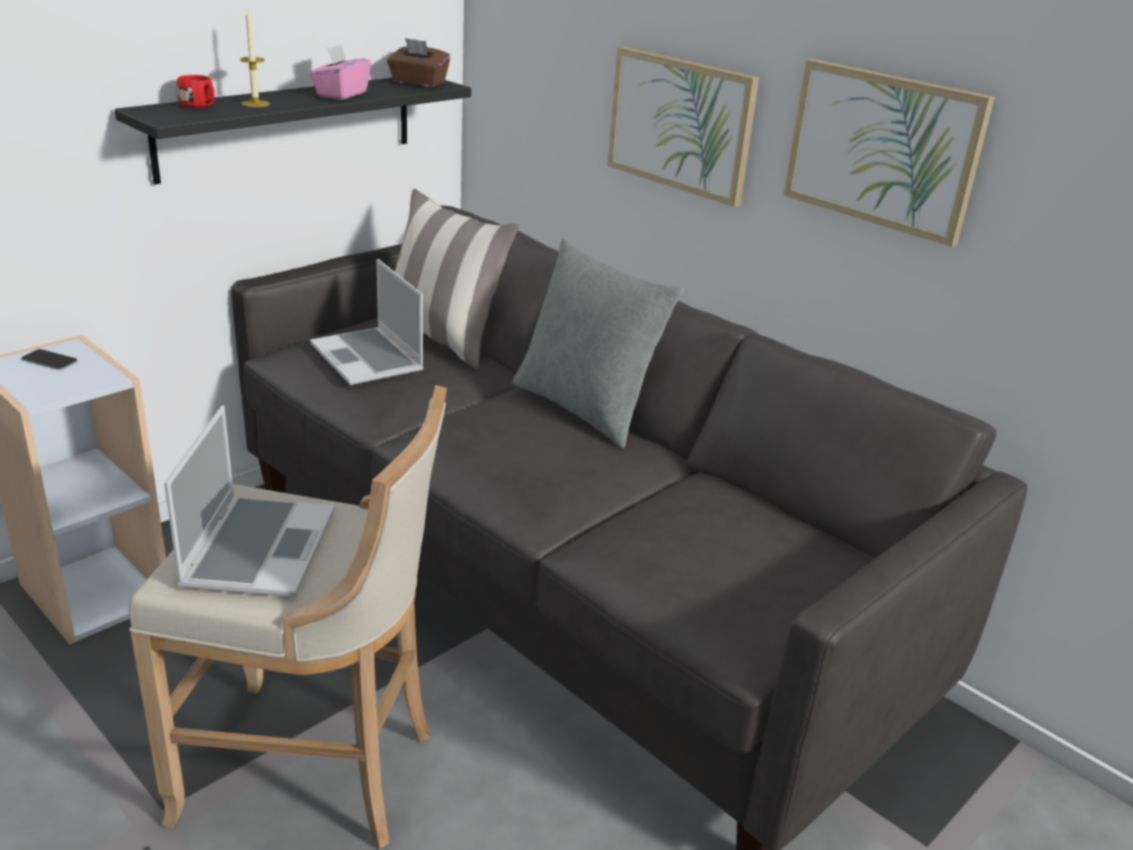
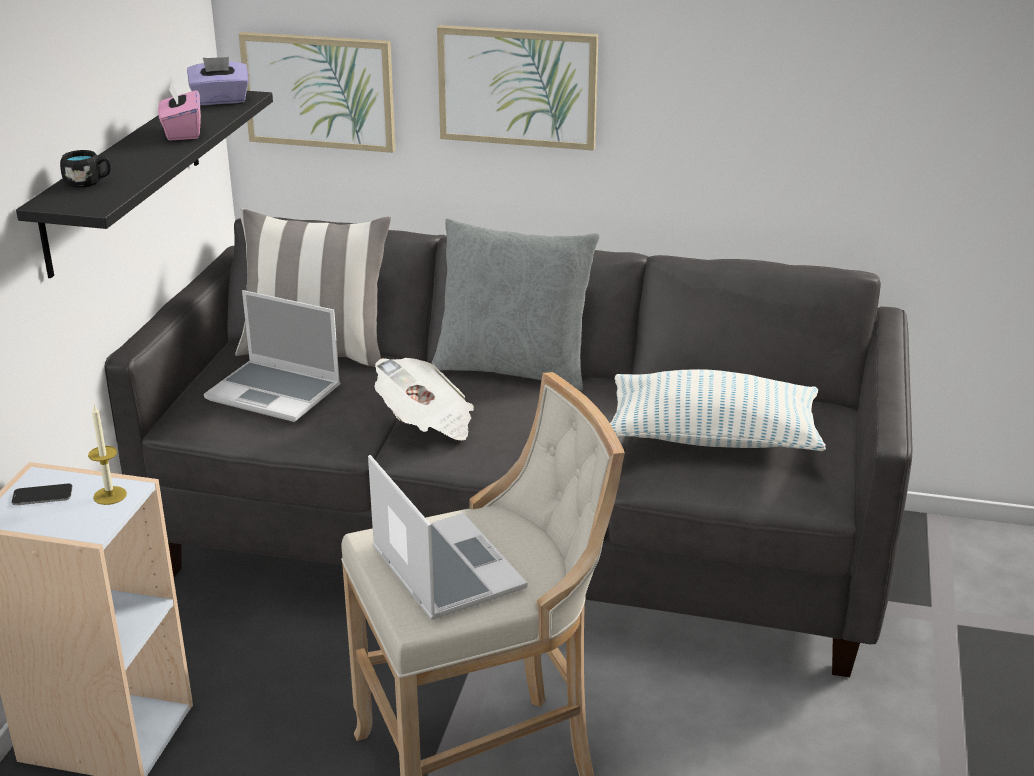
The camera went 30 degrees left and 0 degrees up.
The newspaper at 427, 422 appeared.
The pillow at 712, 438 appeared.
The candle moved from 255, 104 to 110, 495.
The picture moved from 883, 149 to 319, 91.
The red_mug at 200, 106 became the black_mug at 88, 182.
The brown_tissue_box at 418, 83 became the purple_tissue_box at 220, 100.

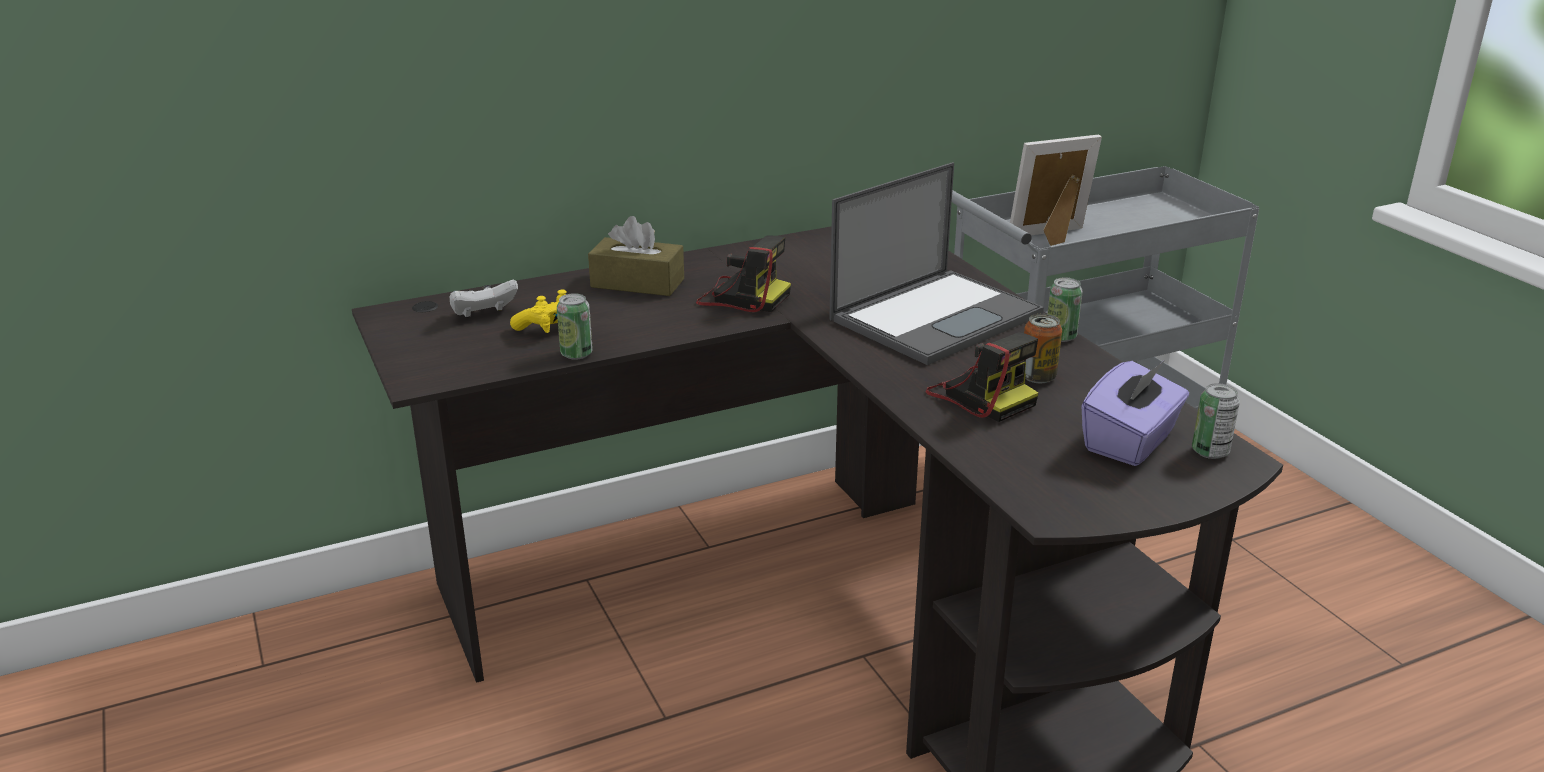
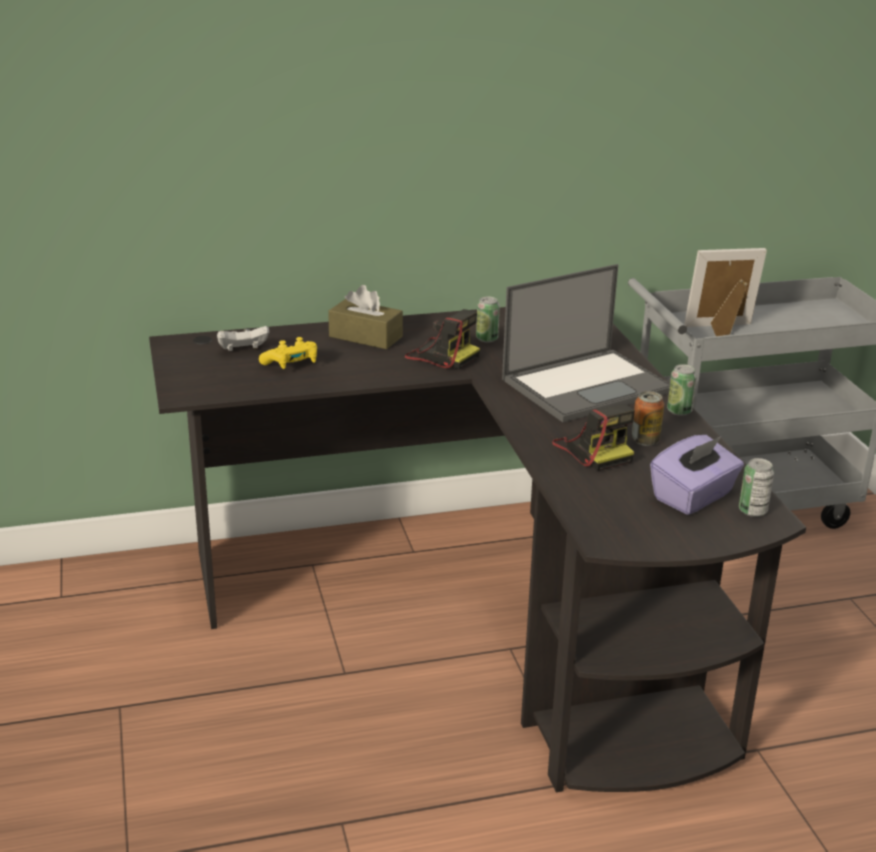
The camera went 10 degrees right and 0 degrees up.
The can moved from 576, 354 to 487, 339.

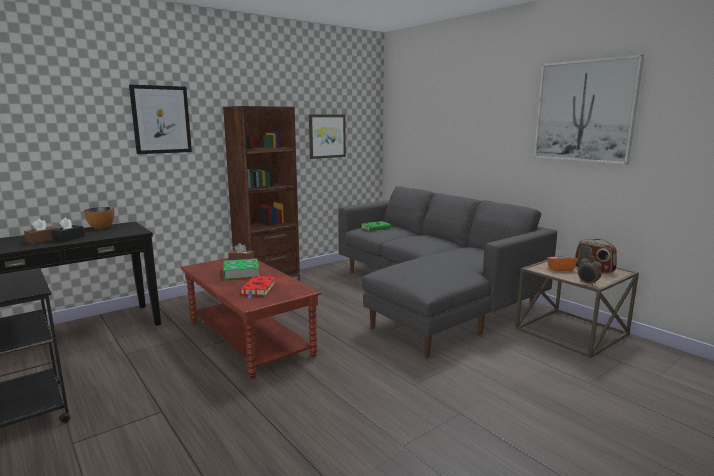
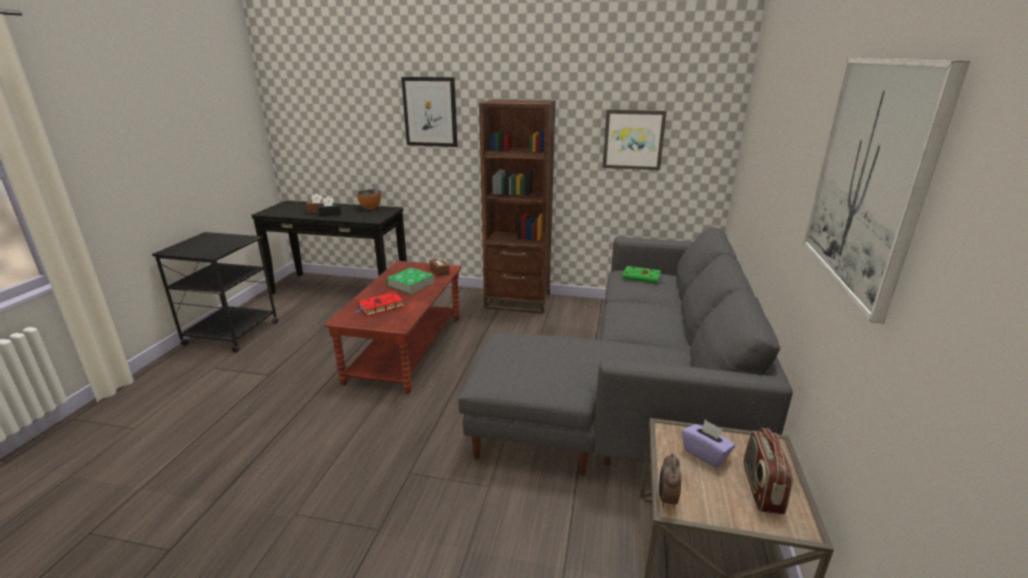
The camera went 50 degrees right and 10 degrees up.
The orange_tissue_box at 560, 269 became the purple_tissue_box at 705, 453.

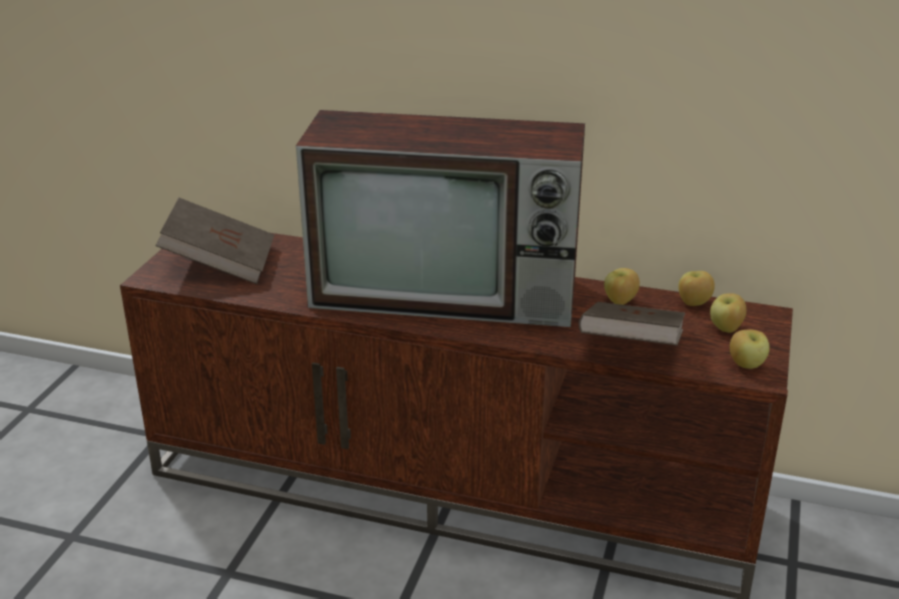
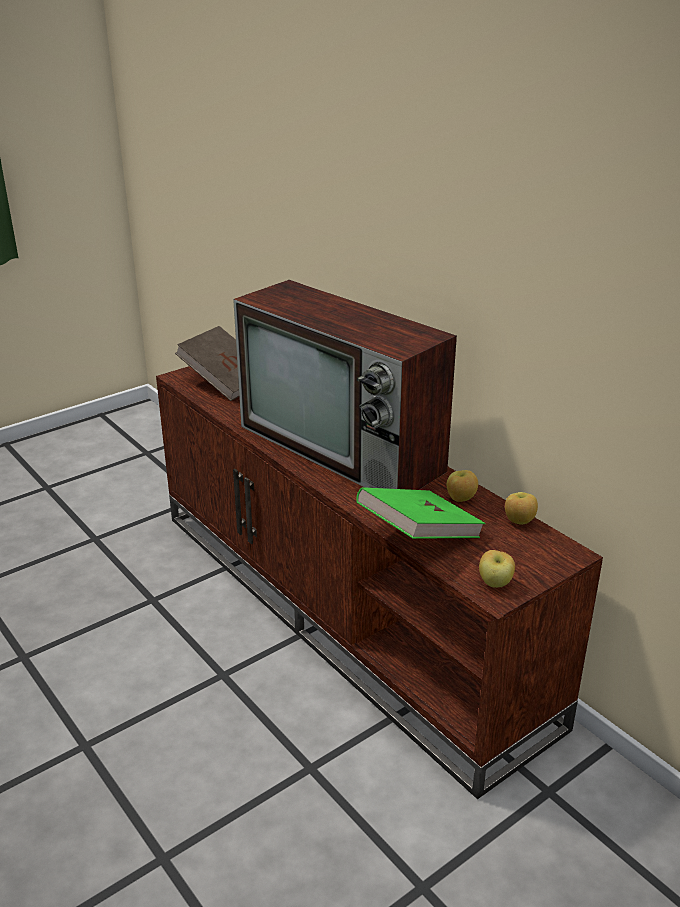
The camera went 35 degrees right and 0 degrees up.
The apple at 726, 329 disappeared.
The brown_book at 630, 349 became the green_book at 419, 536.

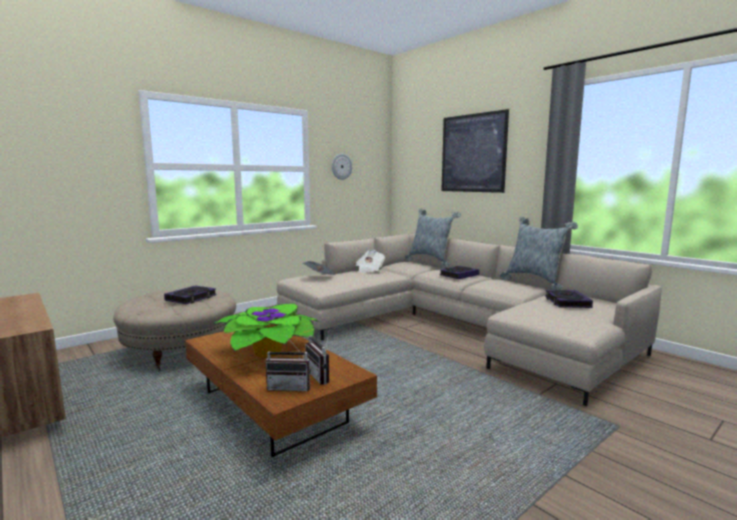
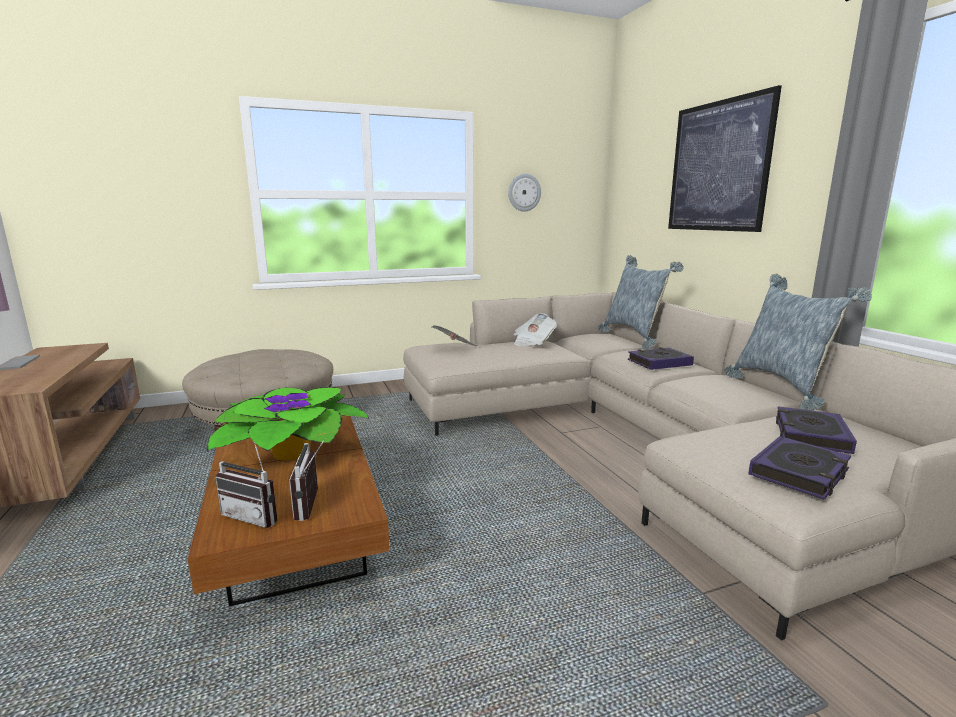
The camera went 20 degrees right and 5 degrees up.
The book moved from 191, 298 to 799, 473.

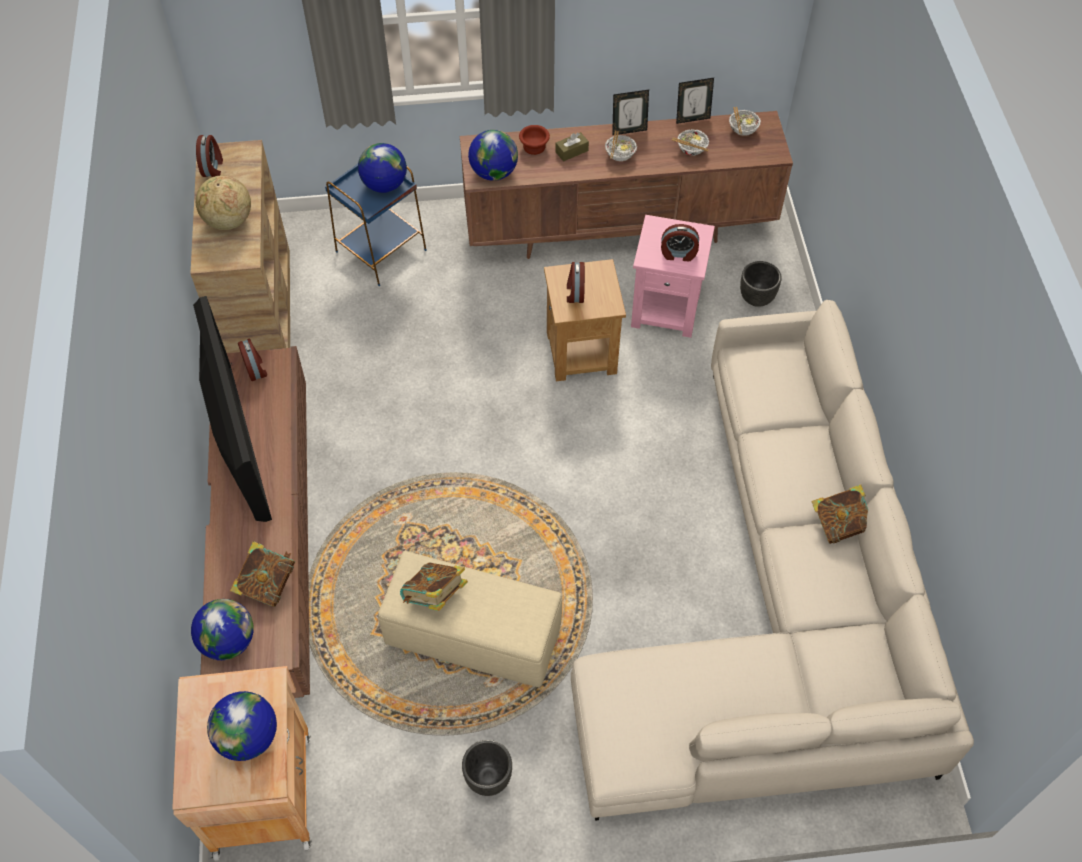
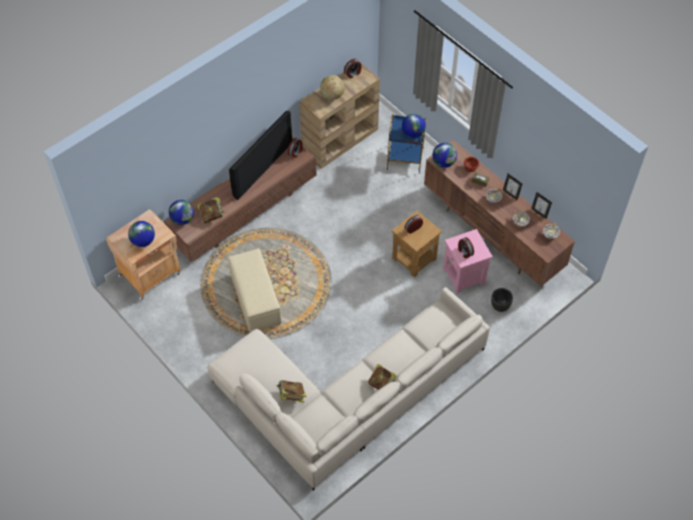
The camera went 55 degrees right and 0 degrees up.
The black_planter at 489, 778 disappeared.
The book moved from 435, 596 to 291, 396.

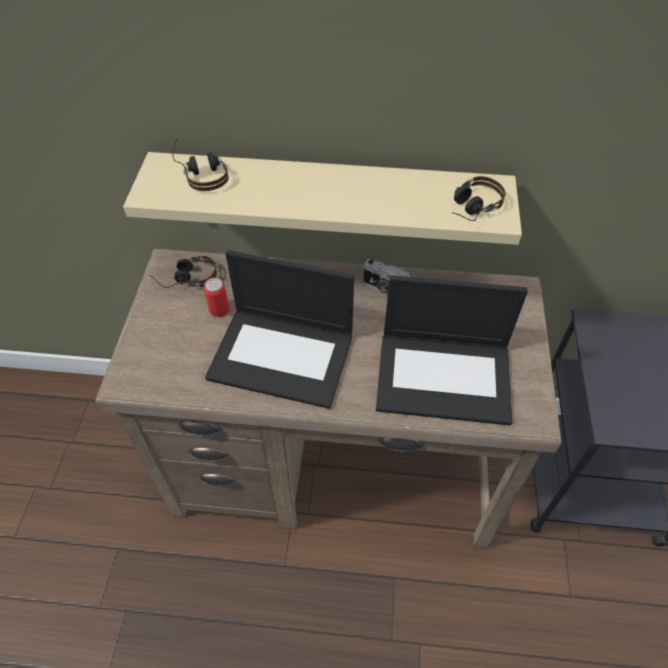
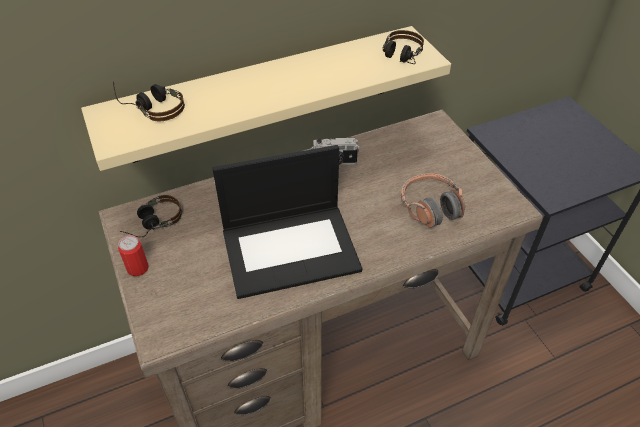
The camera went 30 degrees left and 5 degrees down.
The can moved from 219, 310 to 138, 268.
The laptop at 445, 376 was replaced by the headphones at 430, 207.

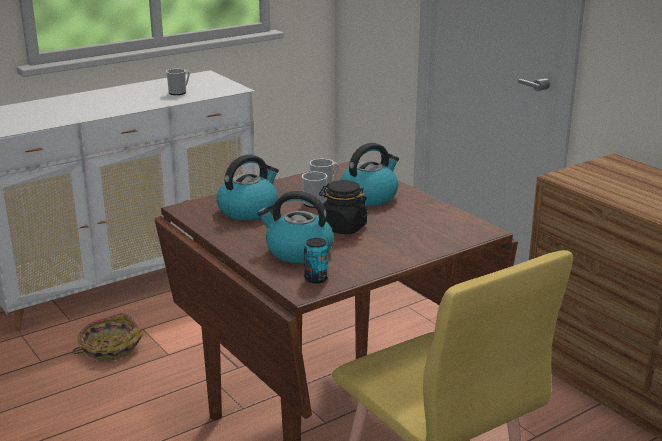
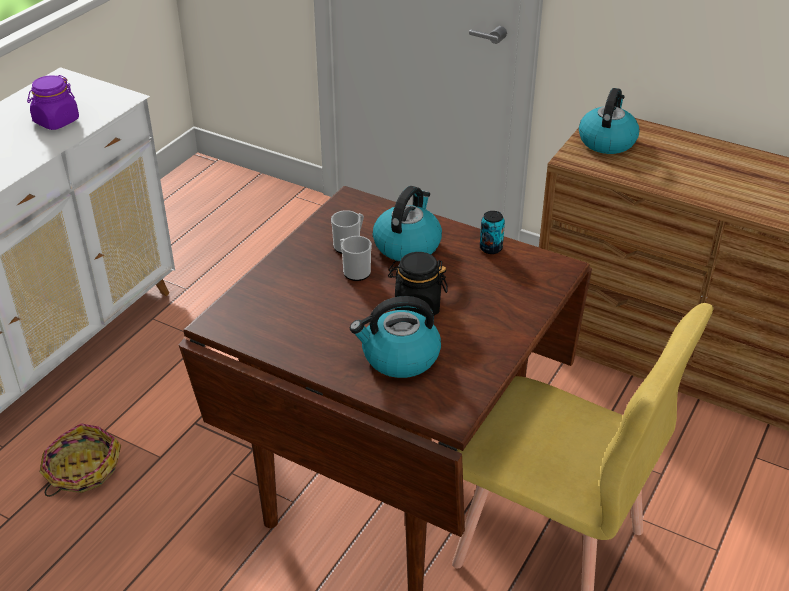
The camera went 25 degrees left and 15 degrees up.
The kettle moved from 248, 210 to 607, 141.
The can moved from 316, 279 to 491, 248.
The mug at 179, 92 was replaced by the purple_jar at 56, 121.

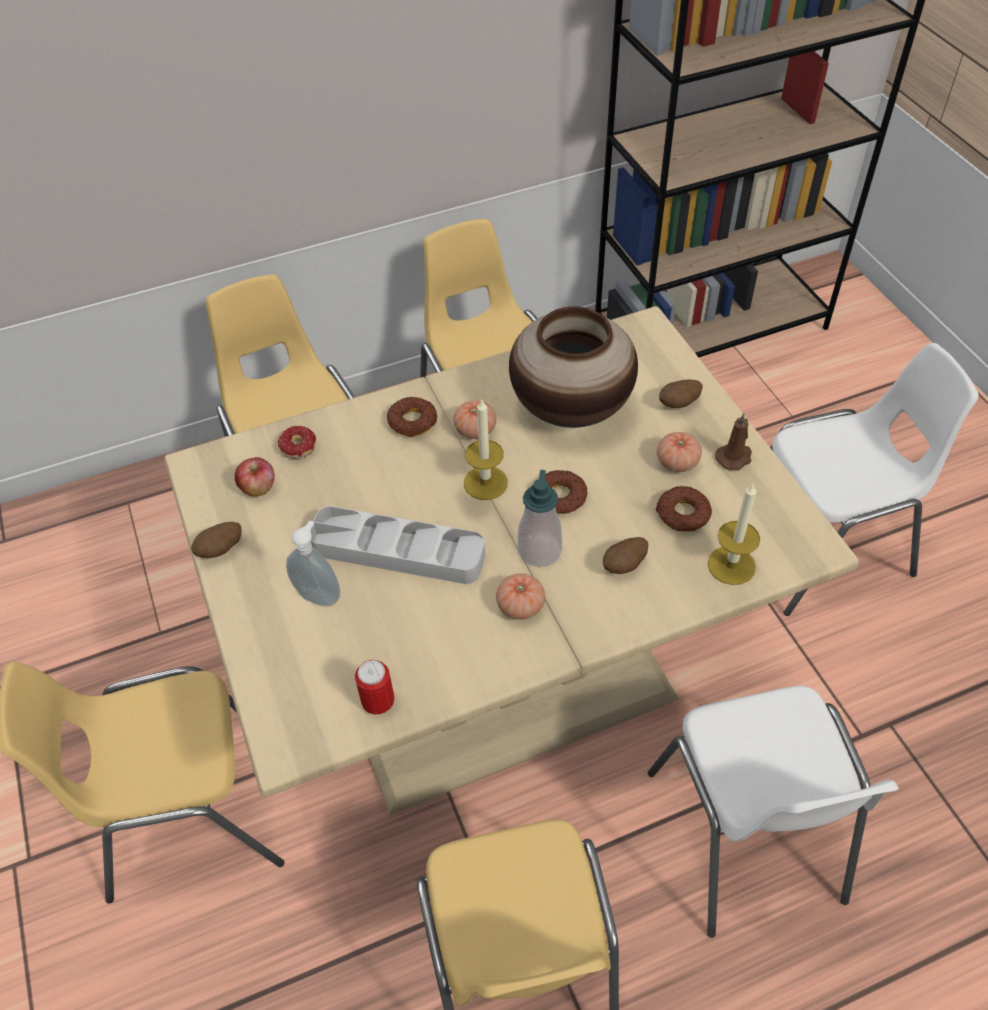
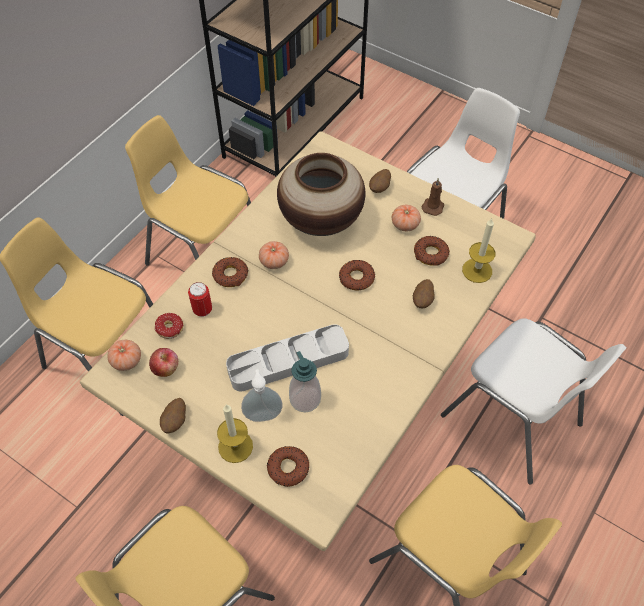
The camera went 35 degrees left and 5 degrees up.
The donut at 288, 468 appeared.
The can moved from 378, 703 to 202, 310.
The candle moved from 485, 483 to 235, 446.
The tomato moved from 520, 606 to 126, 361.
The soap_dispenser moved from 539, 550 to 305, 399.

